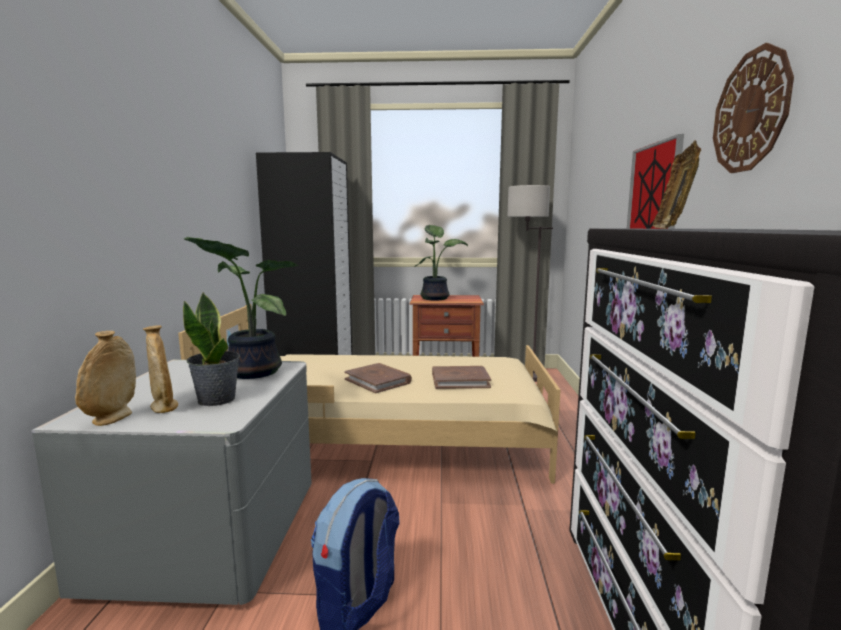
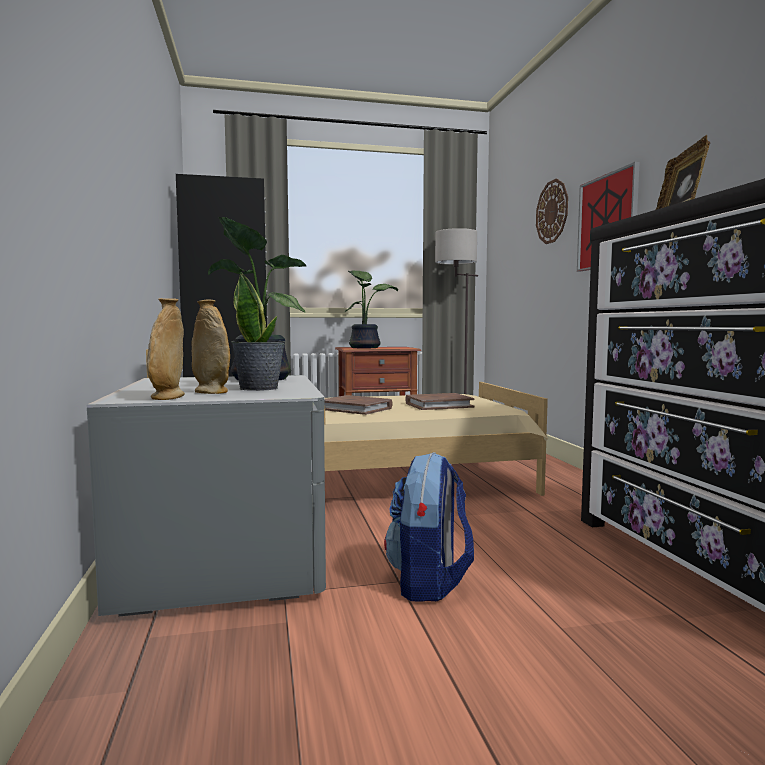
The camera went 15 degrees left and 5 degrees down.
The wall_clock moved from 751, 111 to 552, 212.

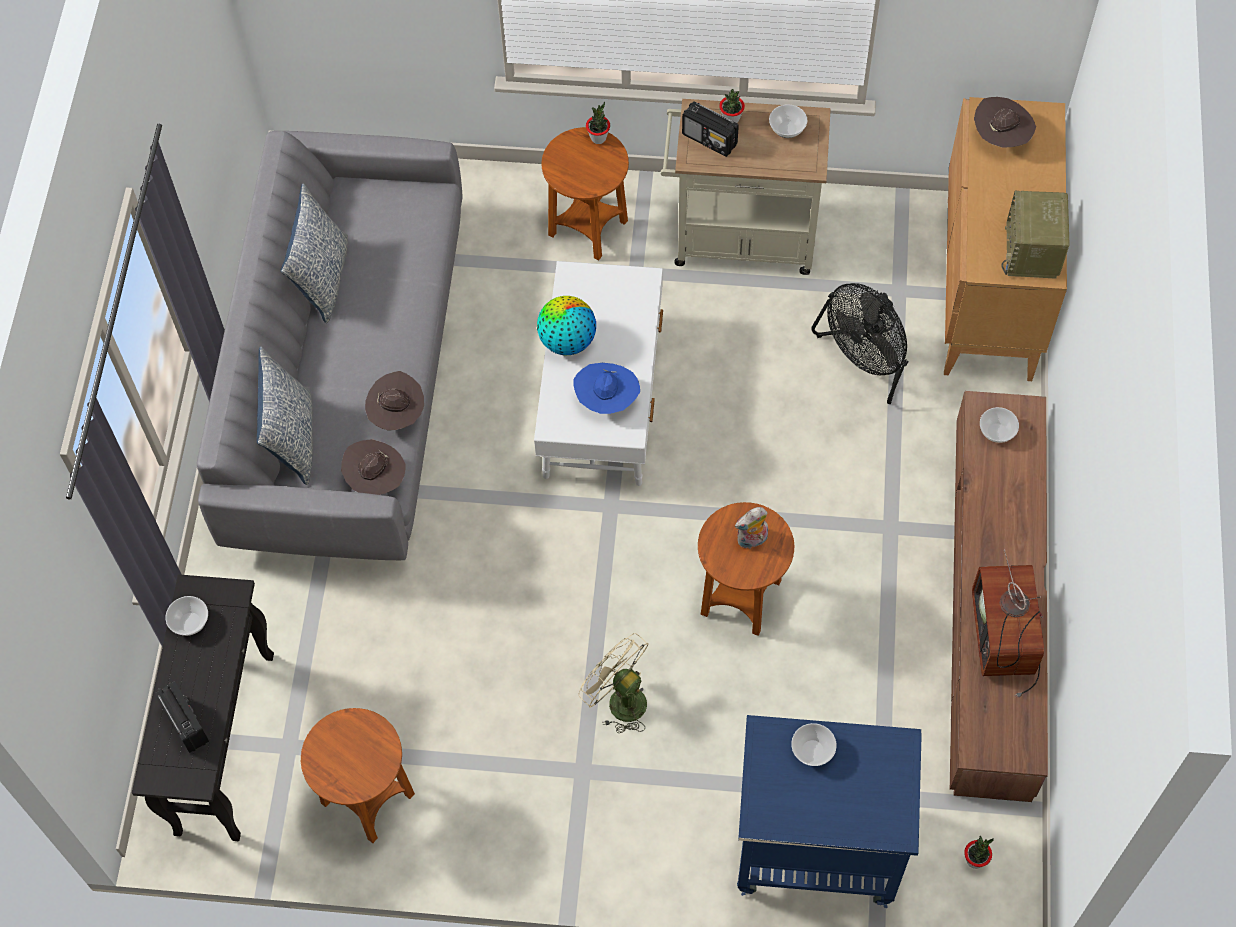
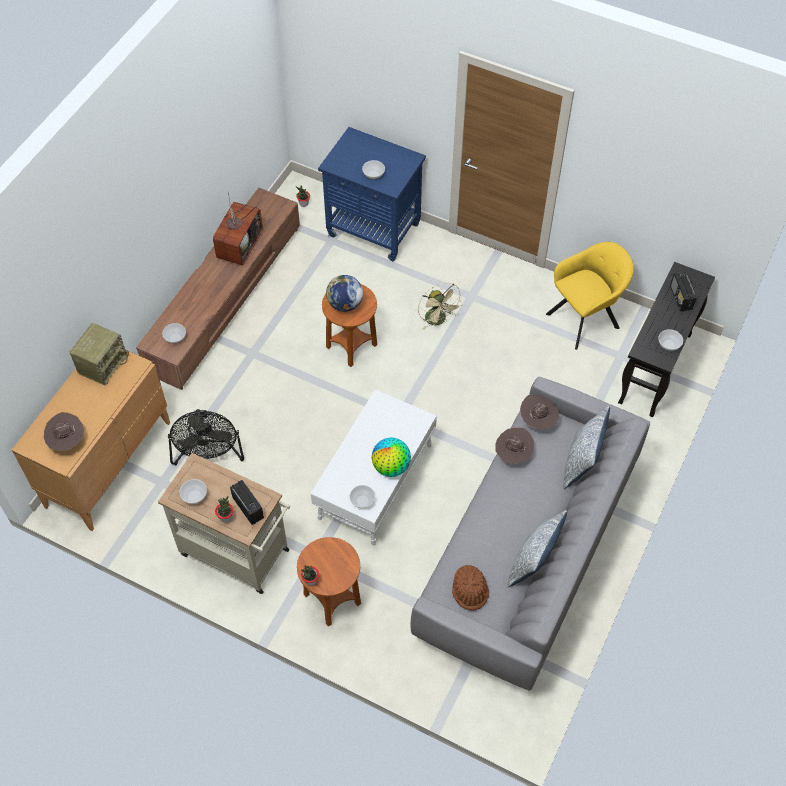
The camera went 160 degrees left and 5 degrees down.
The blue_hat at 607, 400 disappeared.
The bowl at 362, 501 appeared.
The brown_hat at 470, 590 appeared.
The brown_side_table at 367, 799 was replaced by the yellow_armchair at 585, 319.
The plush_toy at 752, 540 was replaced by the globe at 345, 304.
The black_fan at 866, 354 turned 105 degrees clockwise.

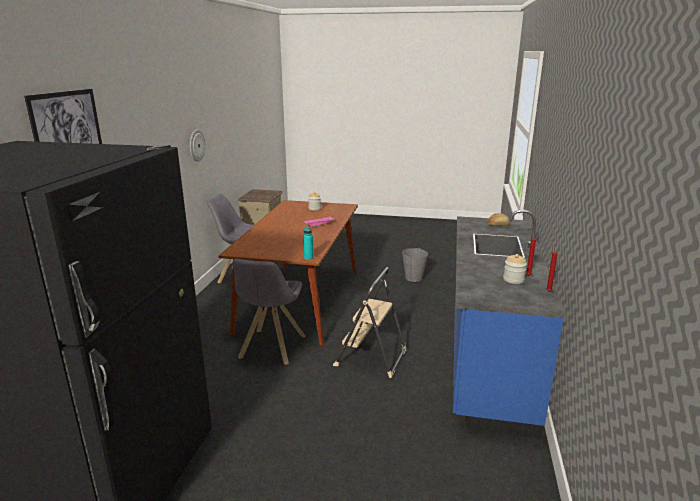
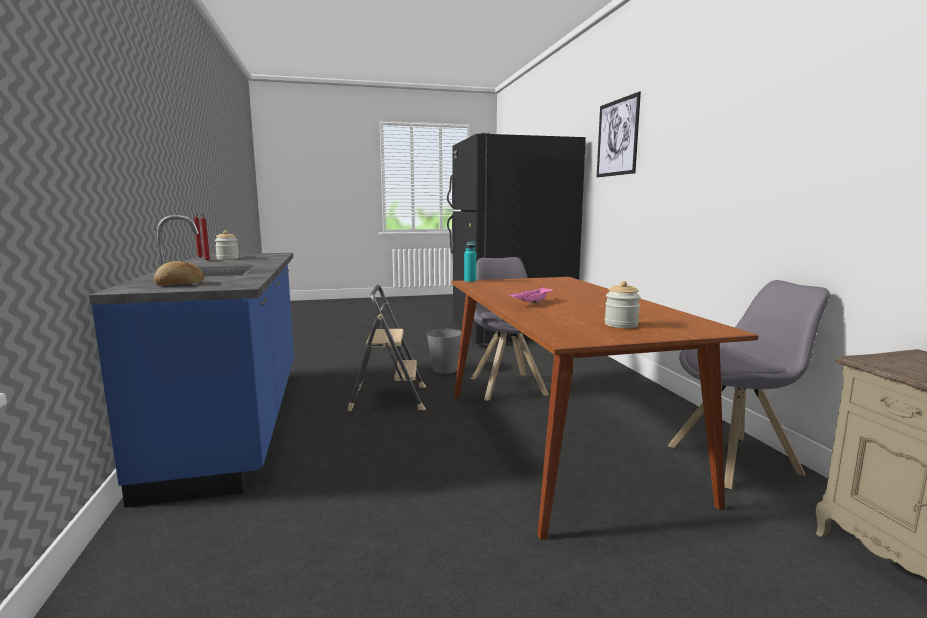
The camera went 155 degrees right and 10 degrees down.
The wall_clock at 196, 145 disappeared.
The grey_bucket moved from 414, 278 to 444, 369.

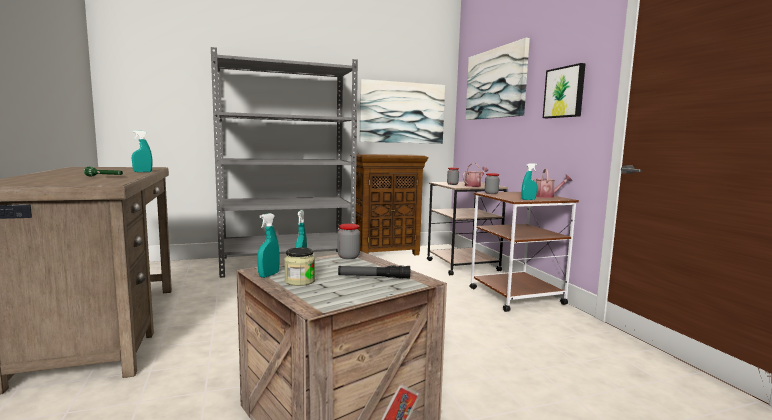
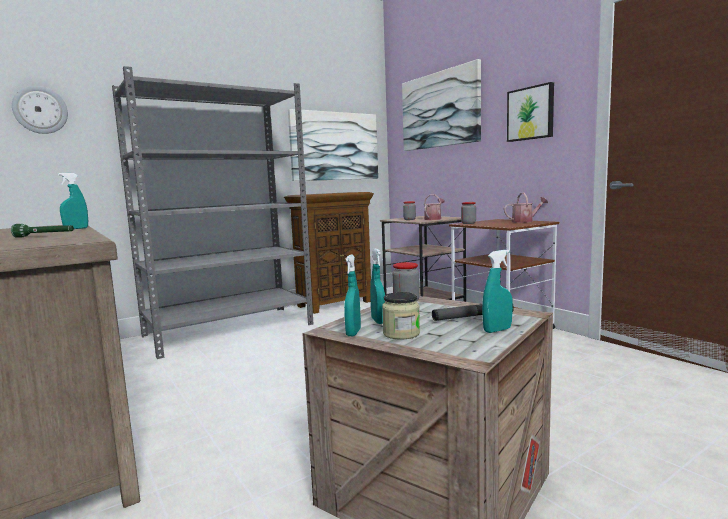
The camera went 15 degrees left and 0 degrees up.
The wall_clock at 40, 110 appeared.
The turquoise_spray_bottle moved from 528, 199 to 497, 330.

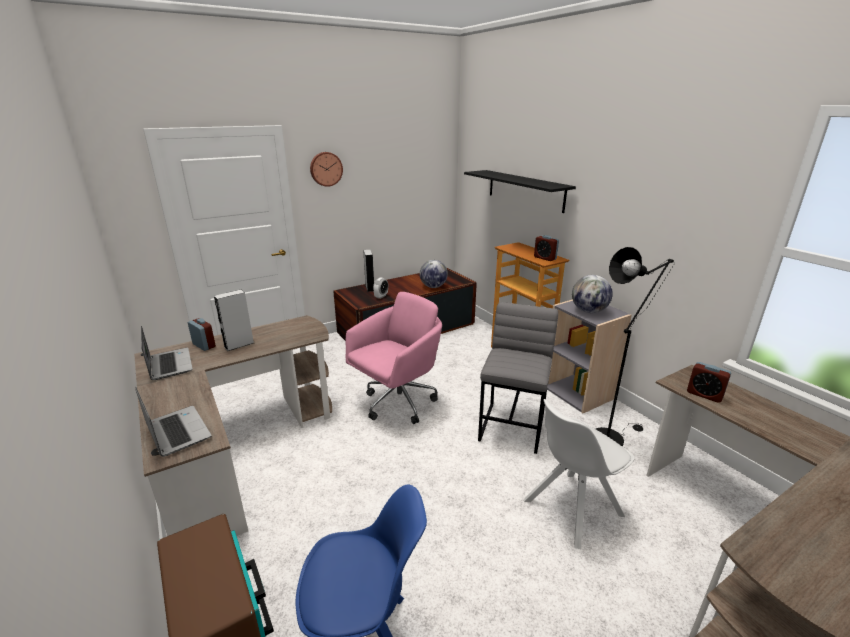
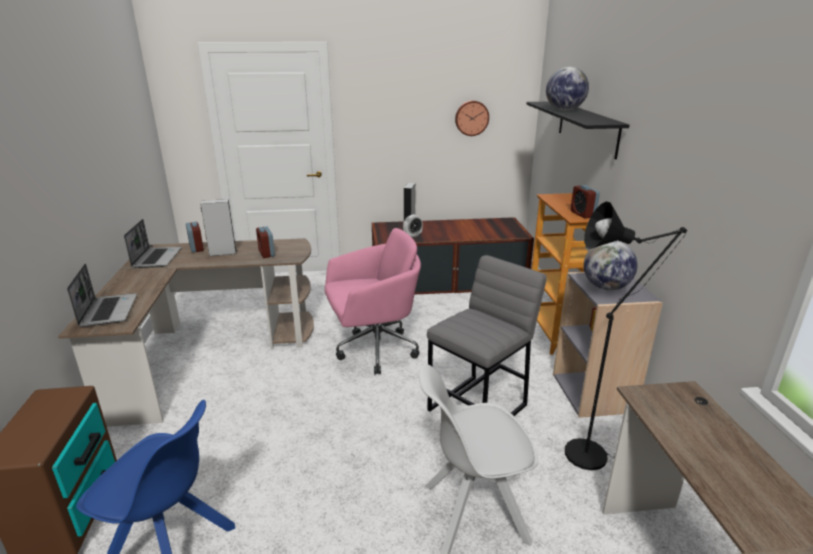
The camera went 25 degrees right and 0 degrees up.
The wall_clock moved from 326, 169 to 471, 118.
The globe moved from 433, 287 to 564, 110.
The alarm_clock moved from 704, 394 to 266, 253.

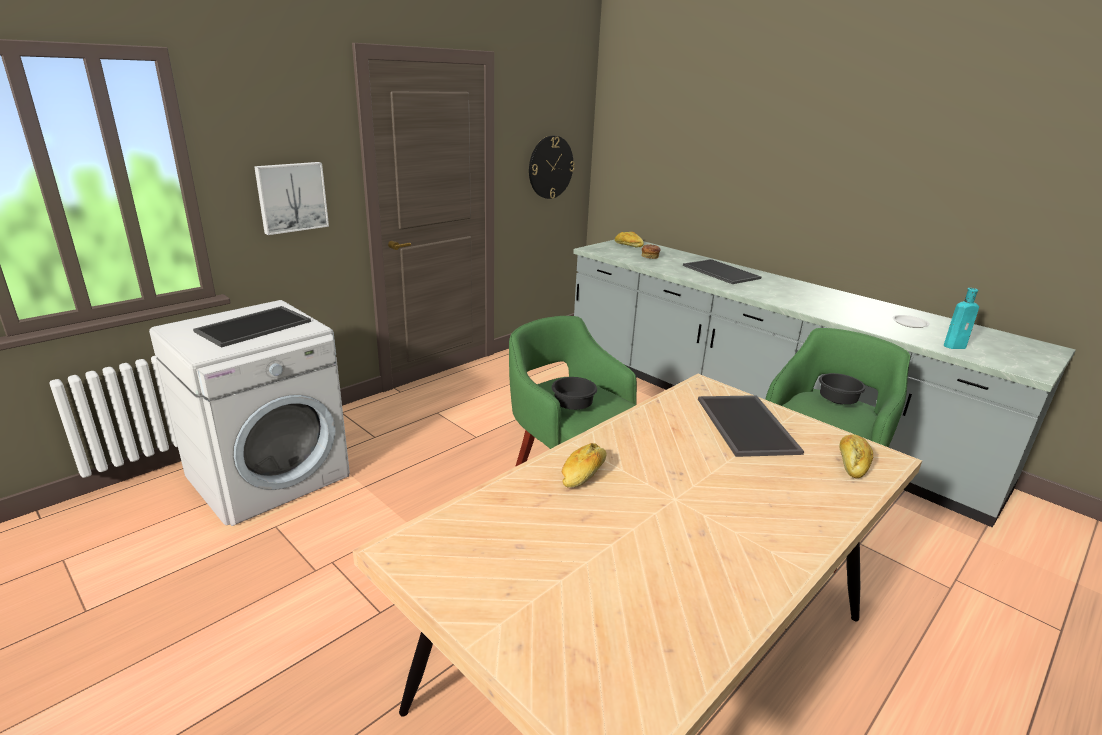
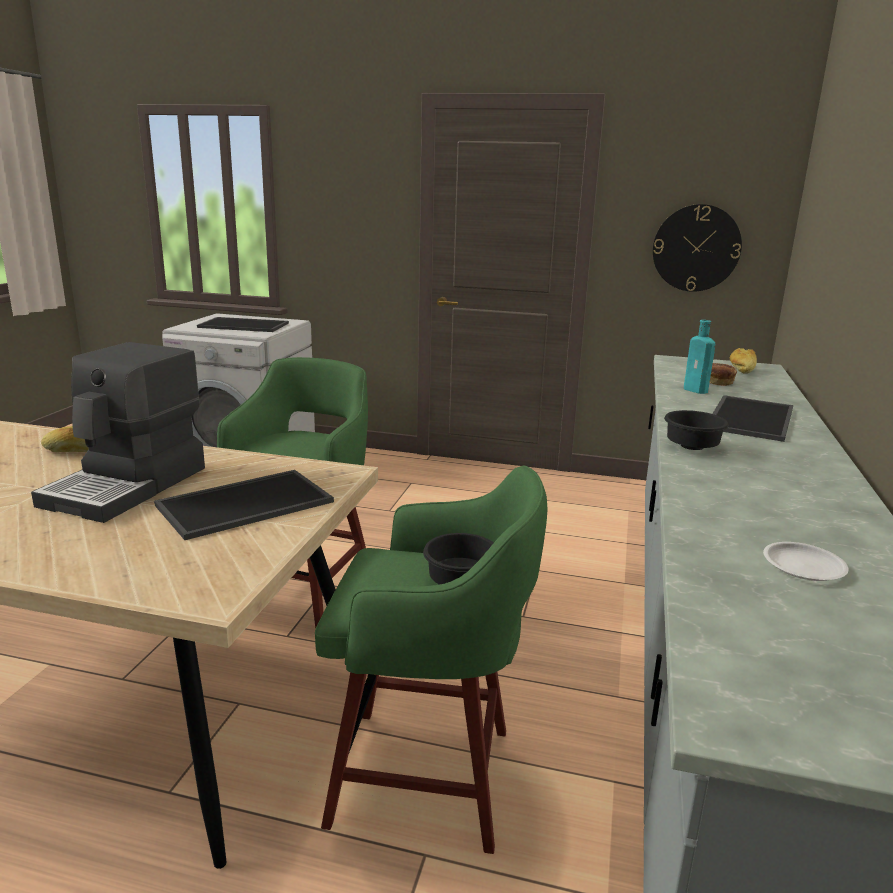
The camera went 60 degrees right and 5 degrees down.
The picture at 291, 197 disappeared.
The bread at 852, 463 disappeared.
The coffee_machine at 129, 486 appeared.
The black_bowl moved from 573, 407 to 691, 447.
The turquoise_bottle moved from 956, 346 to 697, 390.

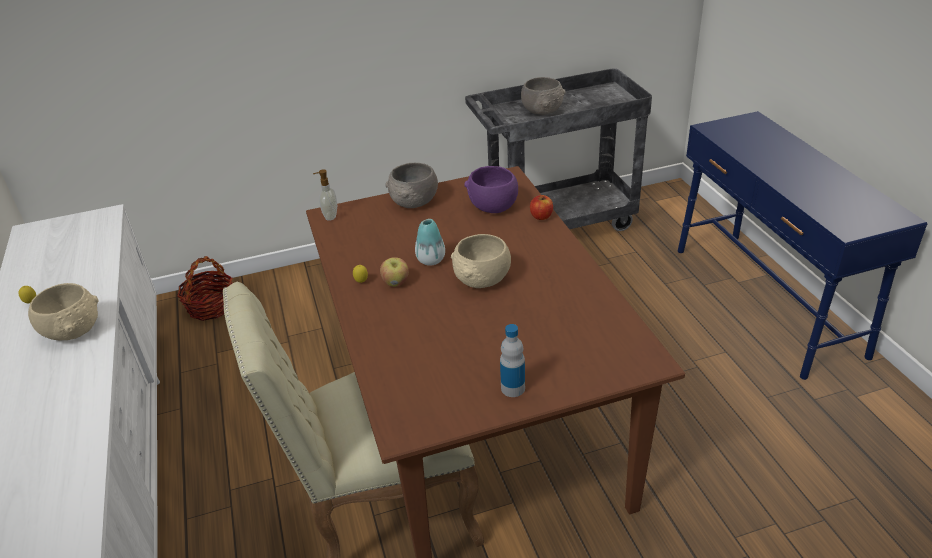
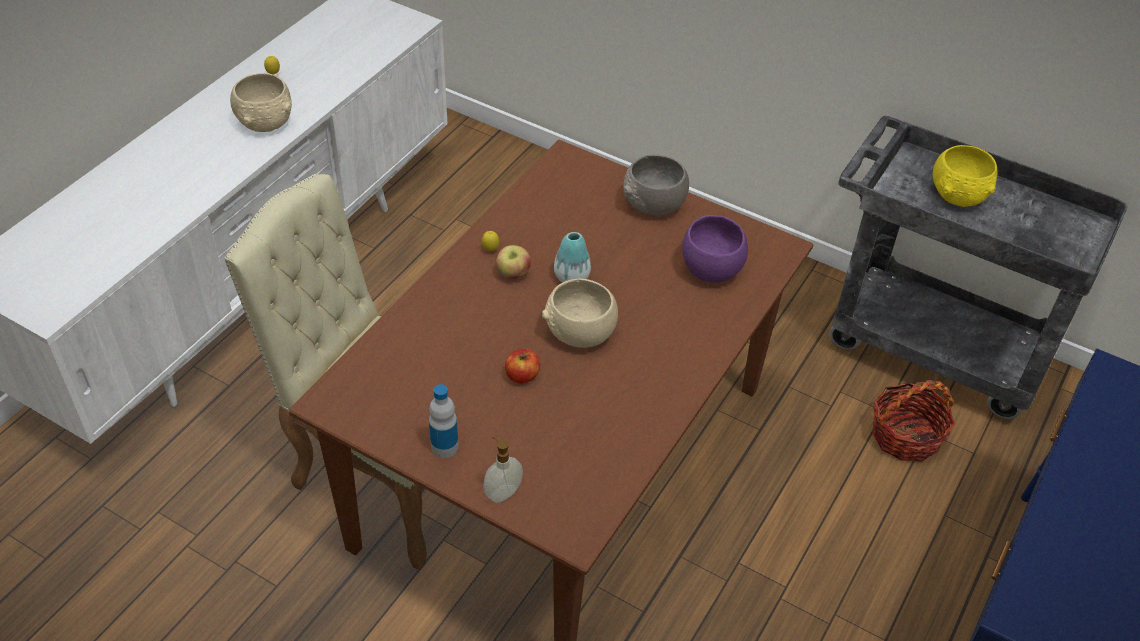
The camera went 45 degrees right and 10 degrees up.
The basket moved from 211, 306 to 905, 436.
The soap_dispenser moved from 330, 216 to 502, 492.
The apple moved from 541, 216 to 522, 375.
The grey_bowl at 542, 110 became the yellow_bowl at 958, 195.

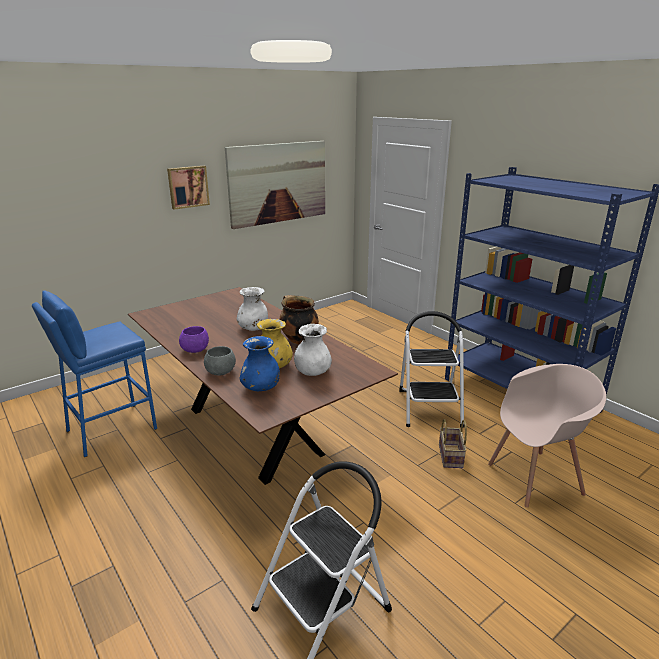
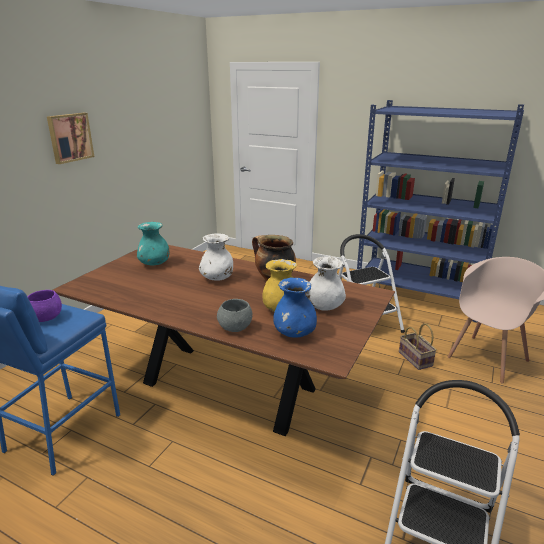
The camera went 25 degrees left and 0 degrees up.
The picture at 278, 183 disappeared.
The turquoise_vase at 154, 264 appeared.
The purple_bowl moved from 195, 350 to 46, 318.

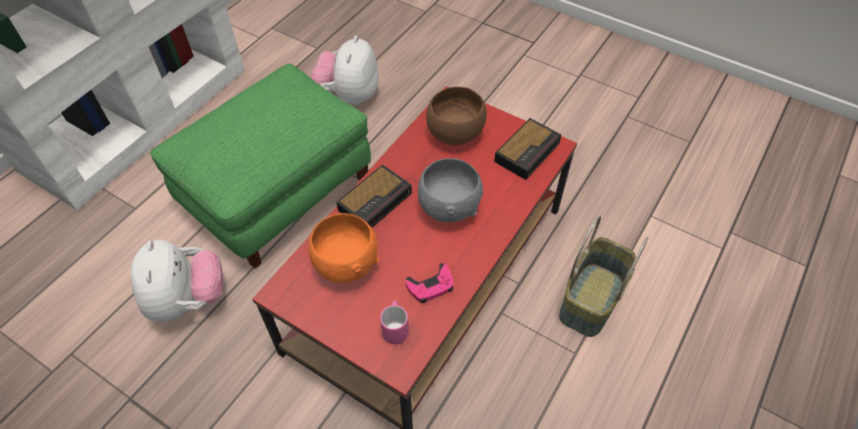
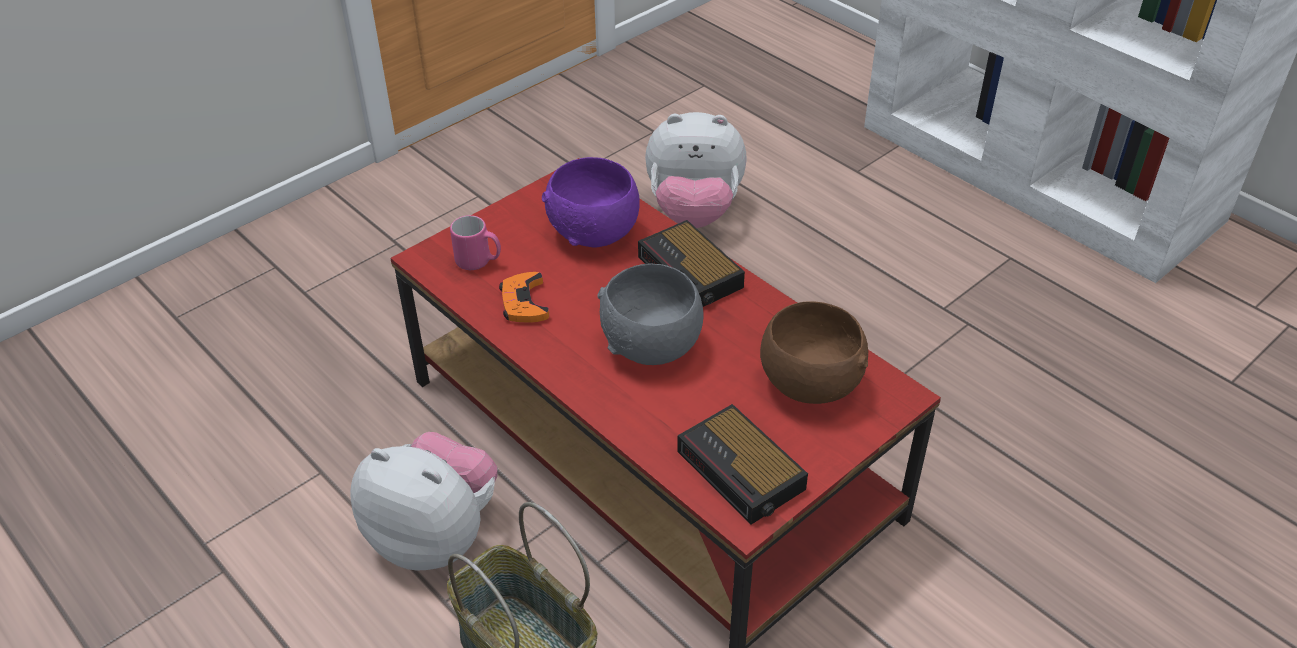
The camera went 105 degrees right and 10 degrees down.
The green_ottoman at 278, 191 disappeared.
The plush_toy moved from 349, 95 to 435, 535.
The orange_bowl at 346, 263 became the purple_bowl at 595, 233.
The pink_game_controller at 431, 286 became the orange_game_controller at 524, 303.

